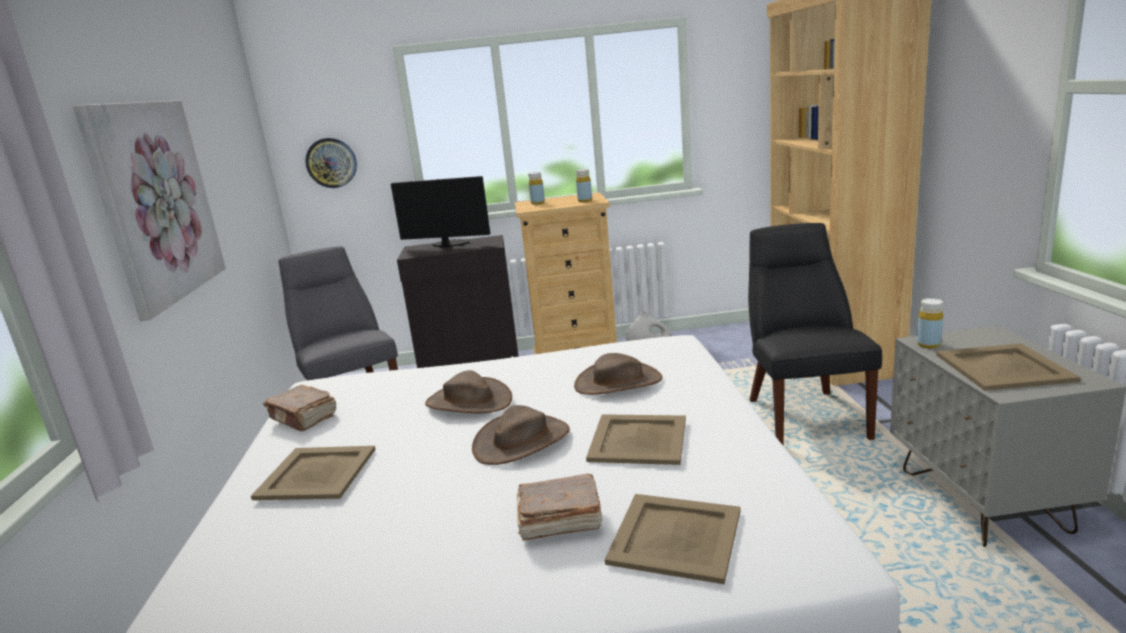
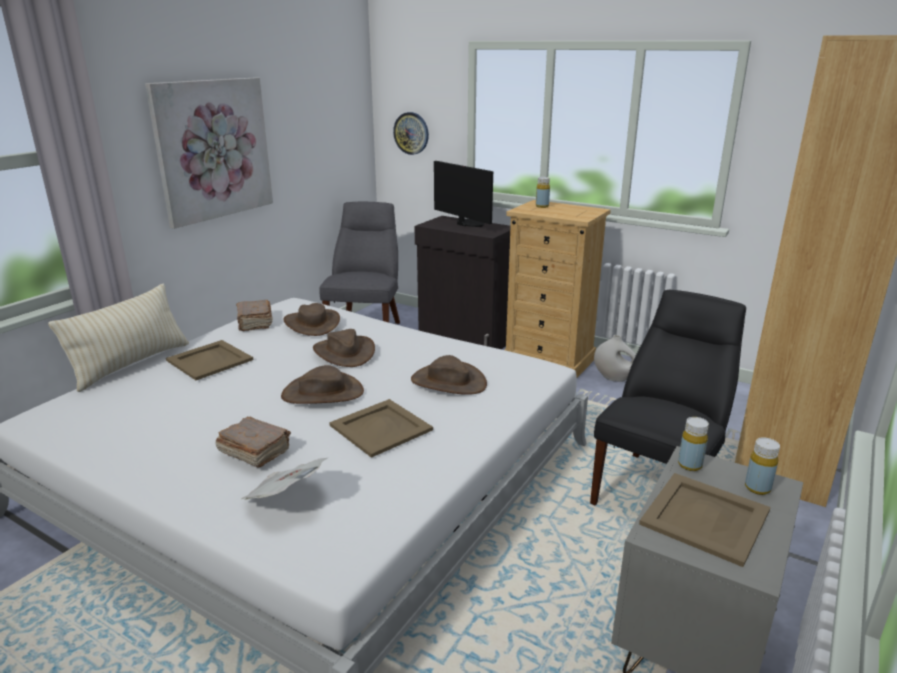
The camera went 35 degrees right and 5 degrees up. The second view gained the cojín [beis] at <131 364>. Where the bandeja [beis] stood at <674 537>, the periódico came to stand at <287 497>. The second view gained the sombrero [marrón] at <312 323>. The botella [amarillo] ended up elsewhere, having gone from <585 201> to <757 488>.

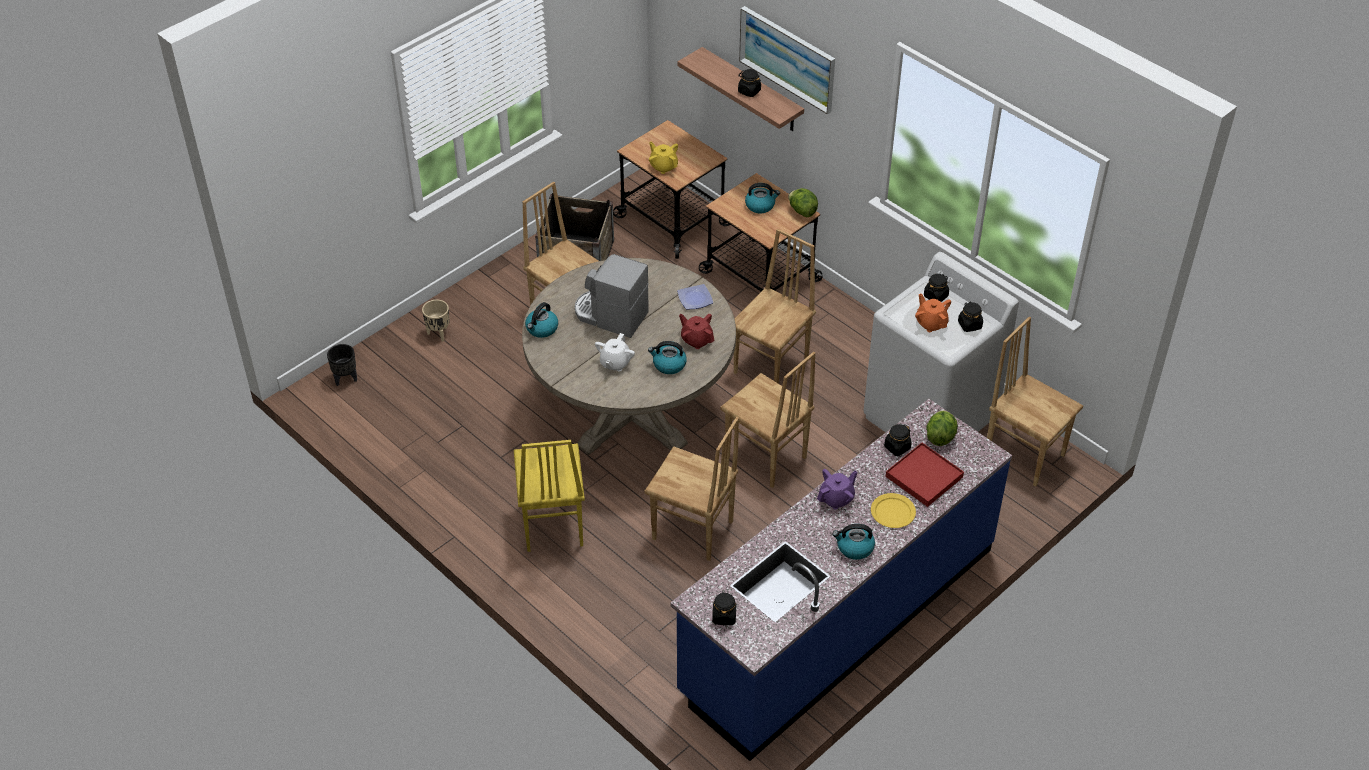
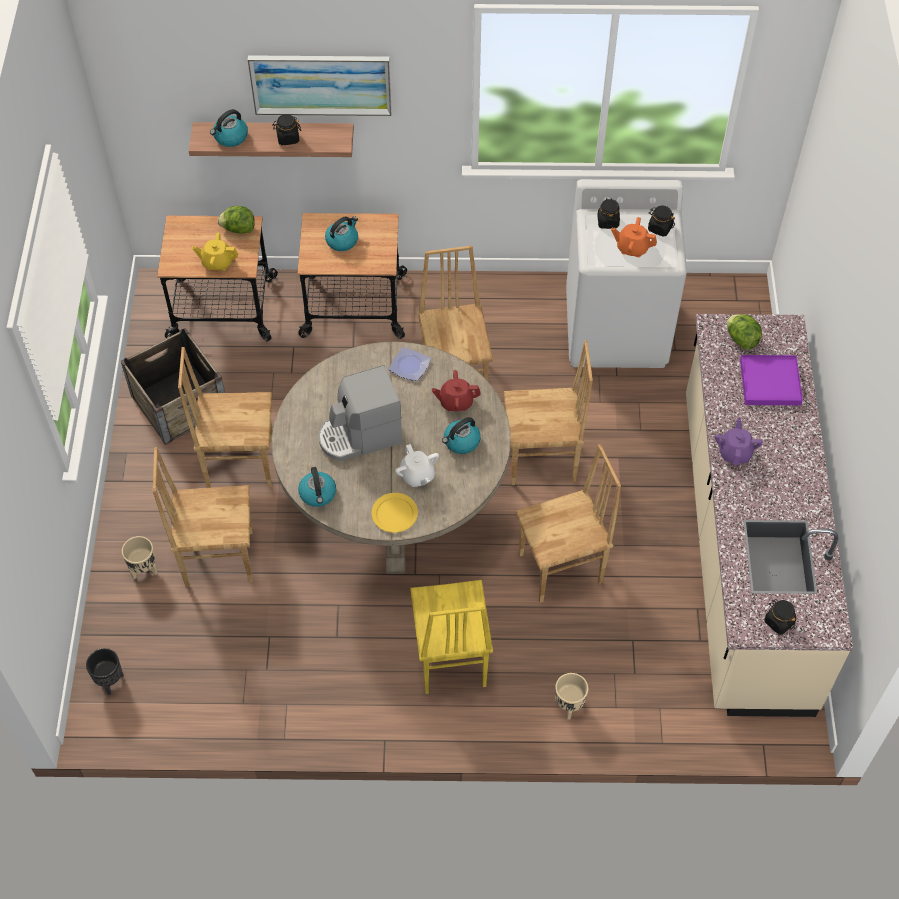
The camera went 45 degrees left and 10 degrees up. The silla [marrón] ended up elsewhere, having gone from <1024 454> to <218 557>. The hervidor ended up elsewhere, having gone from <854 548> to <230 137>. The lechuga ended up elsewhere, having gone from <802 211> to <238 229>. The plato [amarillo] ended up elsewhere, having gone from <892 512> to <394 514>. The silla [amarillo] at <551 525> ended up facing another way, 45 degrees clockwise from before. The second view gained the maceta [beis] at <568 705>. What was the mueble bajo de cocina [azul] at <837 620> turned into the mueble bajo de cocina [beis] at <742 549>. What was the bandeja [rojo] at <924 477> turned into the bandeja [morado] at <770 382>. The second view lost the tarro [negro] at <897 447>.

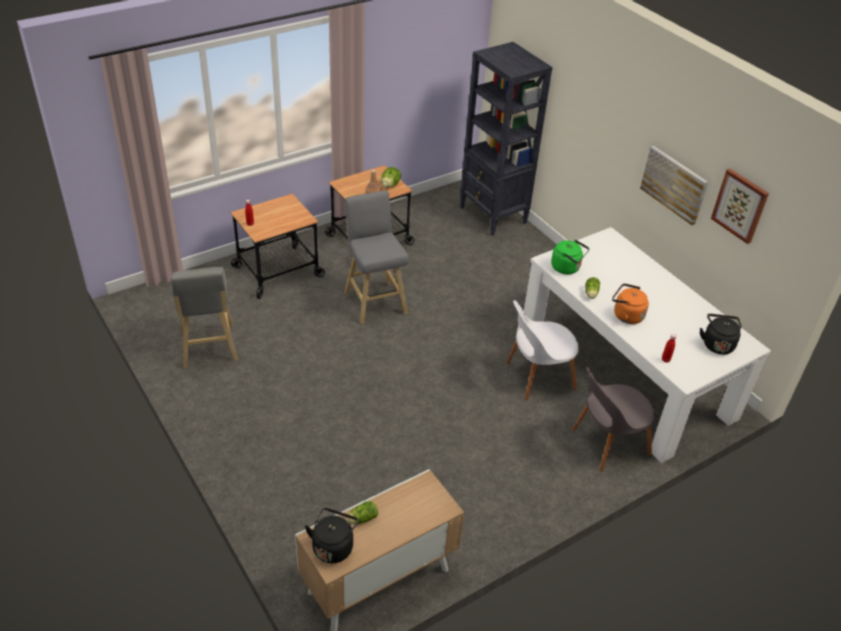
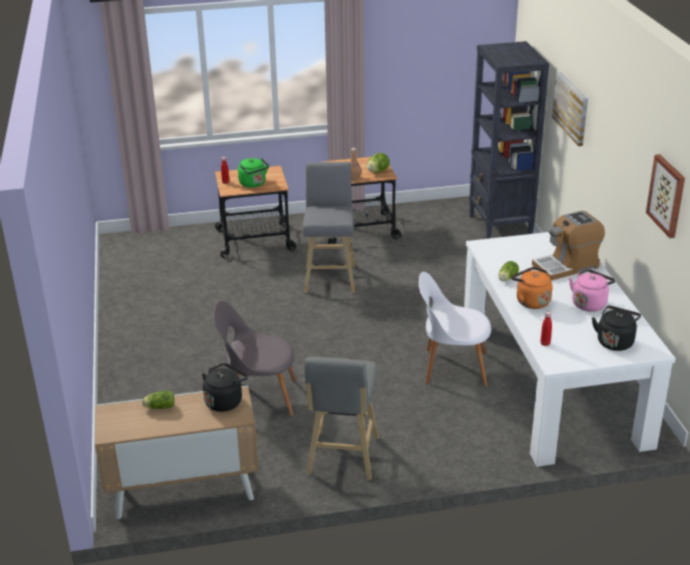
The camera went 25 degrees right and 10 degrees down. The hervidor [negro] ended up elsewhere, having gone from <333 546> to <225 401>. The silla [gris] ended up elsewhere, having gone from <607 443> to <259 397>. The hervidor [verde] ended up elsewhere, having gone from <567 268> to <253 184>. The taburete [gris] ended up elsewhere, having gone from <208 348> to <342 458>. The second view gained the cafetera at <566 266>. The cuadro ended up elsewhere, having gone from <674 184> to <571 108>. The second view gained the hervidor [rosa] at <589 303>.

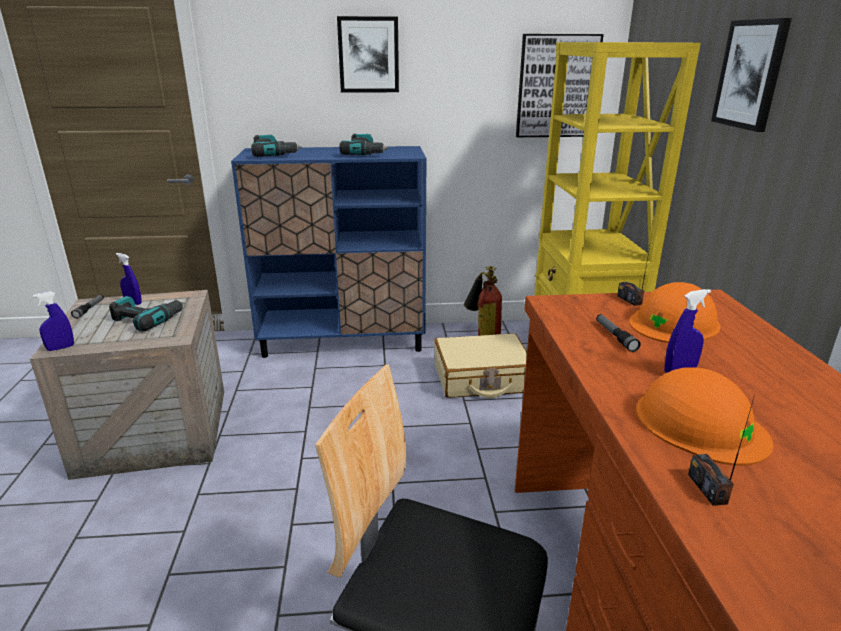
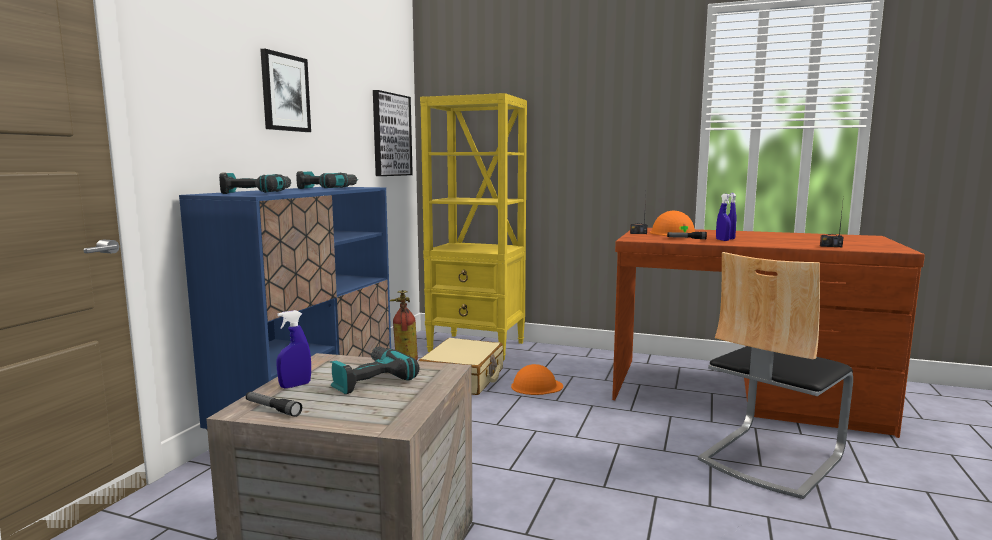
The camera went 65 degrees left and 15 degrees down. The casco [naranja] ended up elsewhere, having gone from <699 424> to <536 386>. The pulverizador [azul] ended up elsewhere, having gone from <61 348> to <722 240>. The second view lost the cuadro at <750 74>.

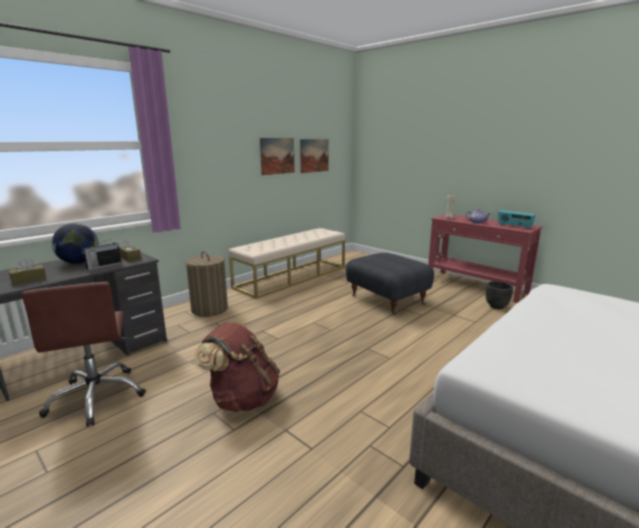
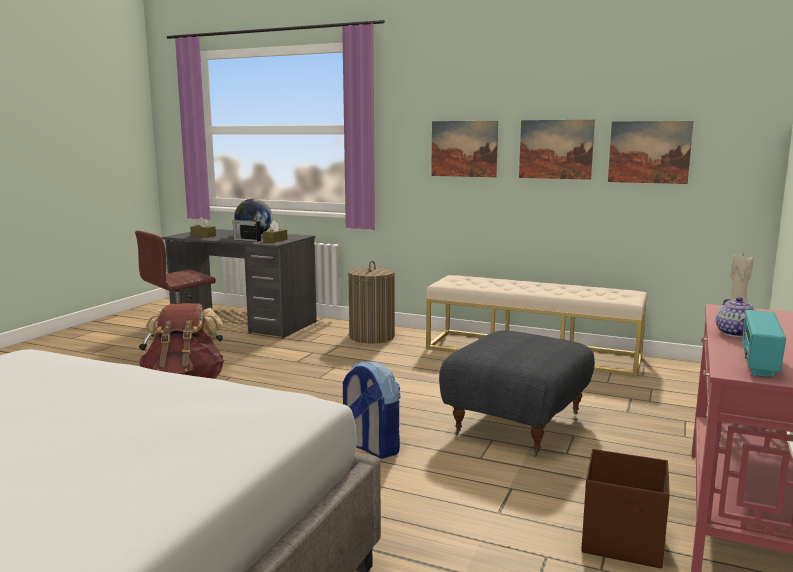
The camera went 70 degrees right and 5 degrees down. The second view gained the mochila at <369 447>. The second view gained the cuadro at <464 149>. Where the maceta [negro] stood at <496 306>, the caja de almacenaje [marrón] came to stand at <623 541>.

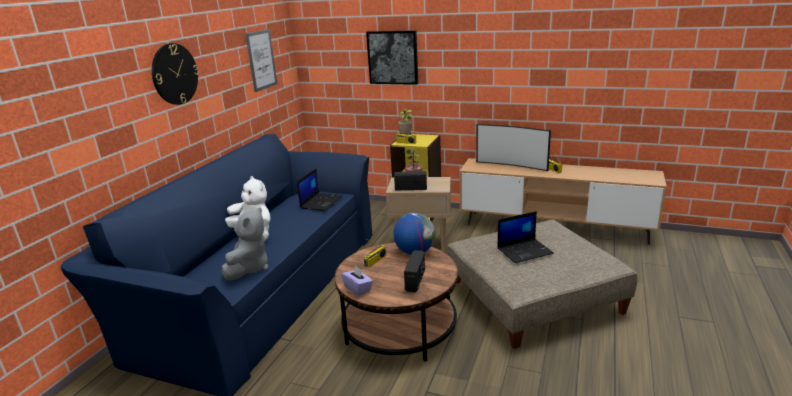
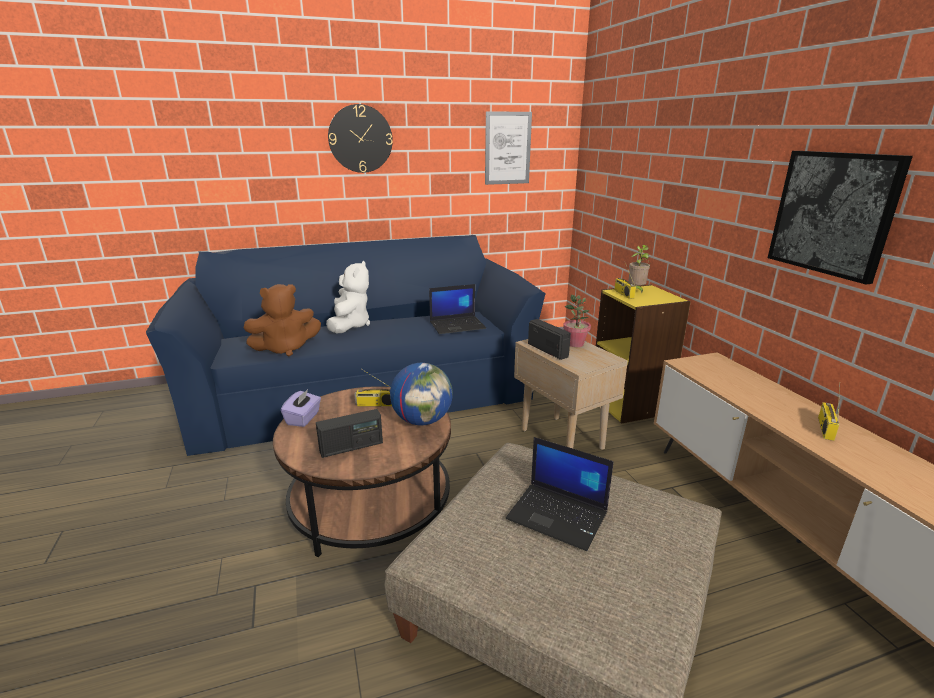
The camera went 50 degrees right and 0 degrees up. What was the peluche [gris] at <249 268> turned into the peluche [marrón] at <285 348>. The cuadro ended up elsewhere, having gone from <393 57> to <833 213>. The second view lost the televisor at <512 165>.

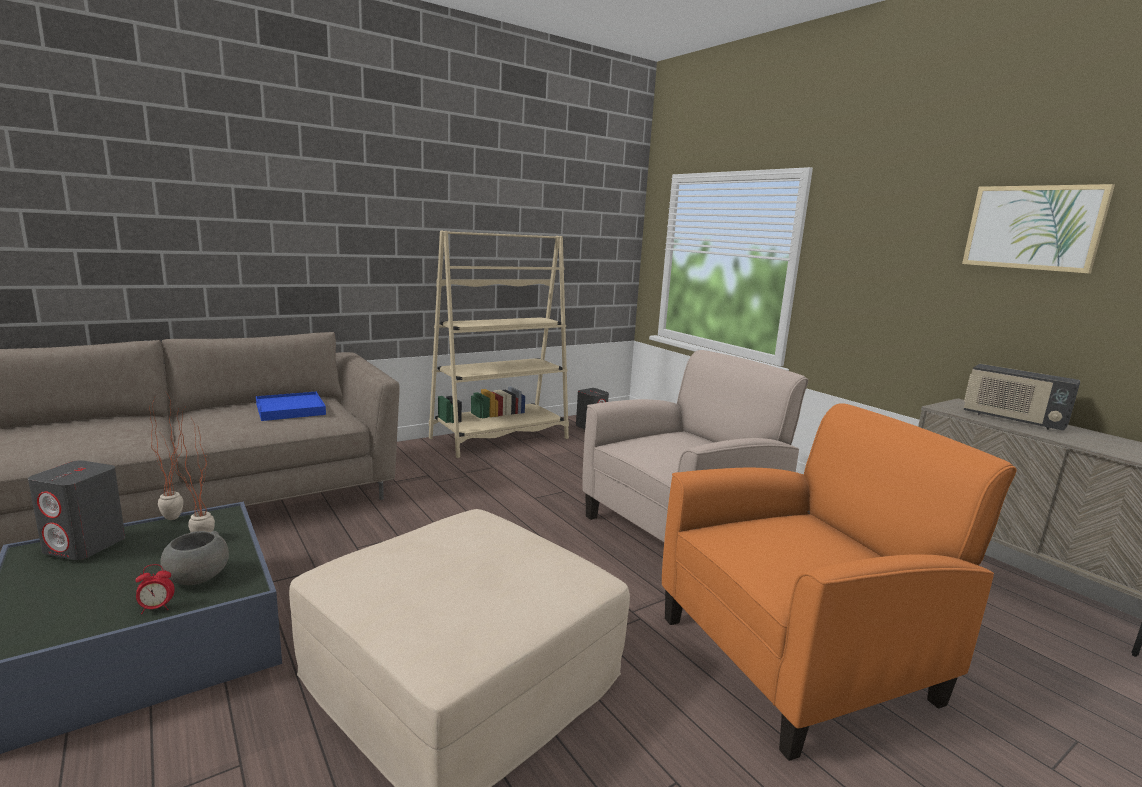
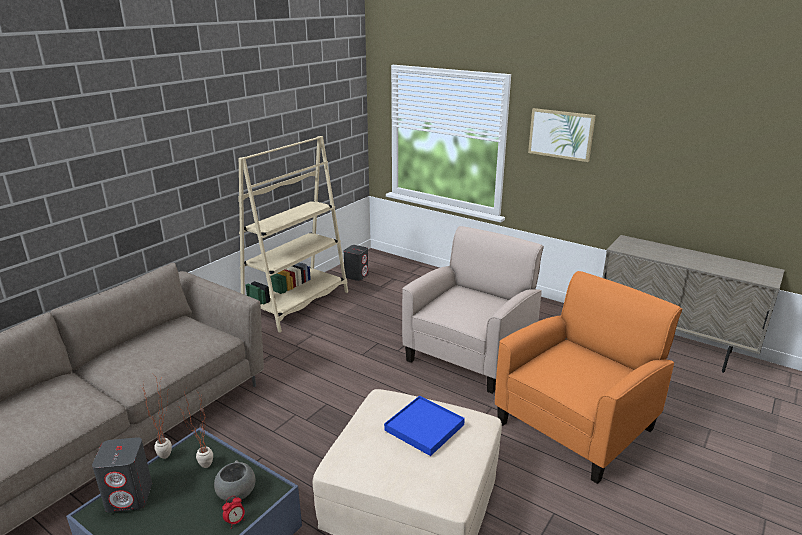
The camera went 20 degrees left and 10 degrees up. The bandeja [azul] ended up elsewhere, having gone from <290 409> to <424 428>. The cuadro ended up elsewhere, having gone from <1033 227> to <561 134>. The second view lost the radio at <1012 420>.

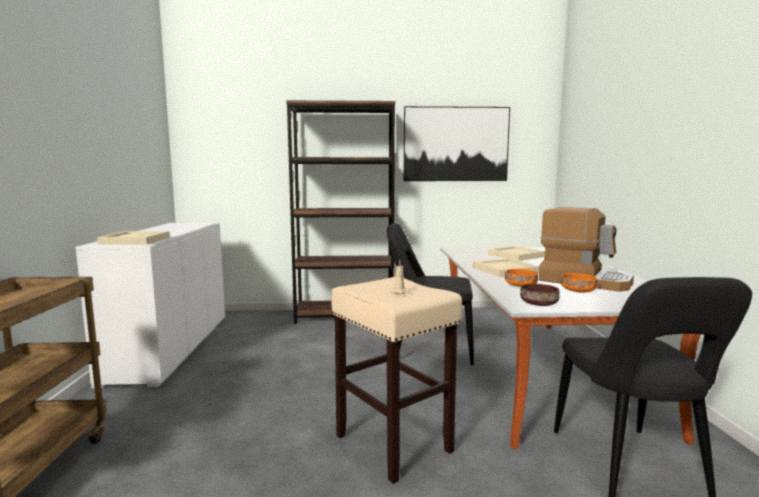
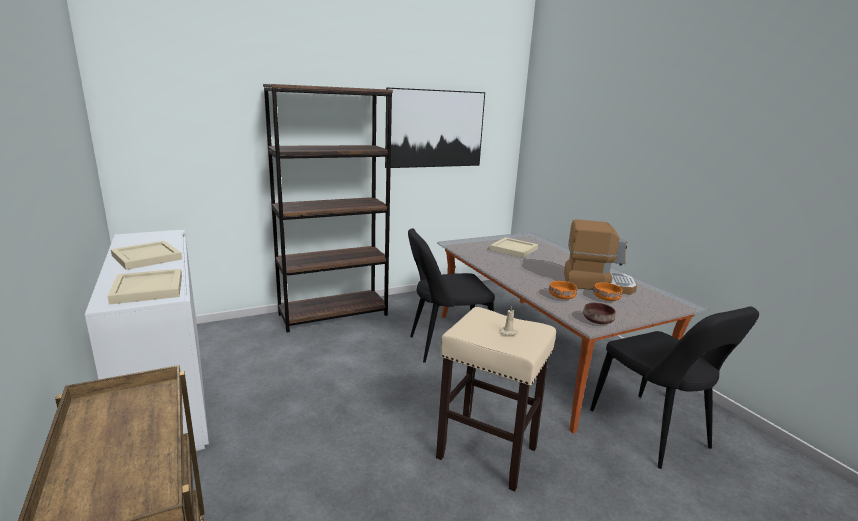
The camera went 25 degrees left and 10 degrees up. The bandeja [beis] ended up elsewhere, having gone from <505 270> to <147 257>.

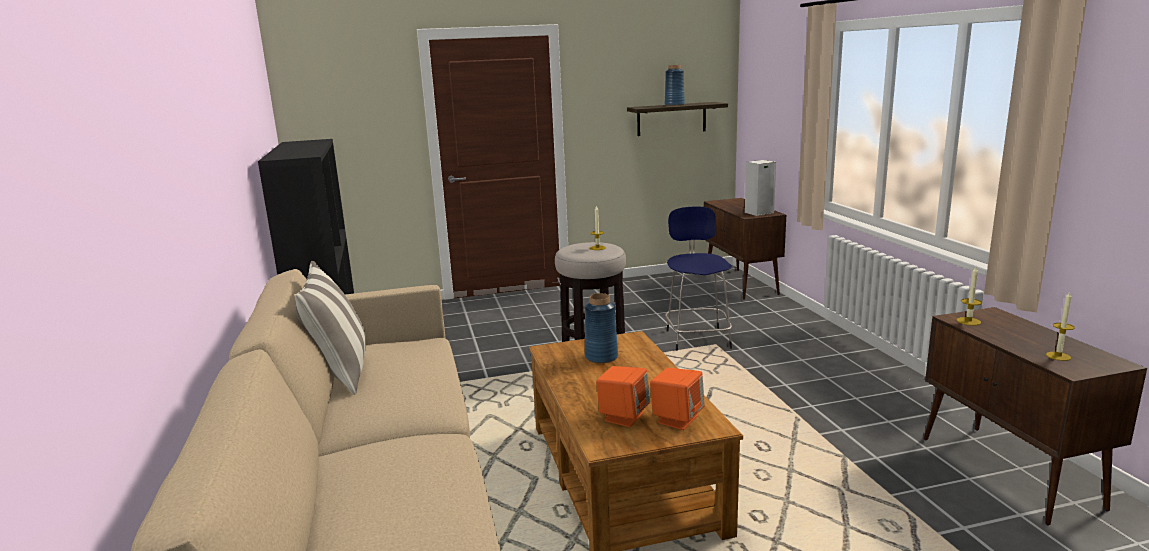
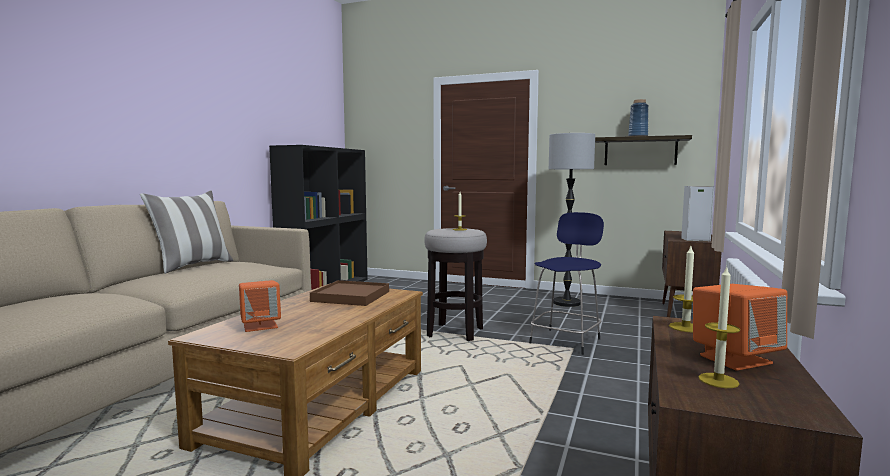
The camera went 35 degrees right and 10 degrees down. Where the florero [azul] stood at <601 357>, the bandeja [marrón] came to stand at <351 296>. The second view gained the lámpara de pie at <566 303>. The altavoz [naranja] ended up elsewhere, having gone from <677 419> to <734 359>.

